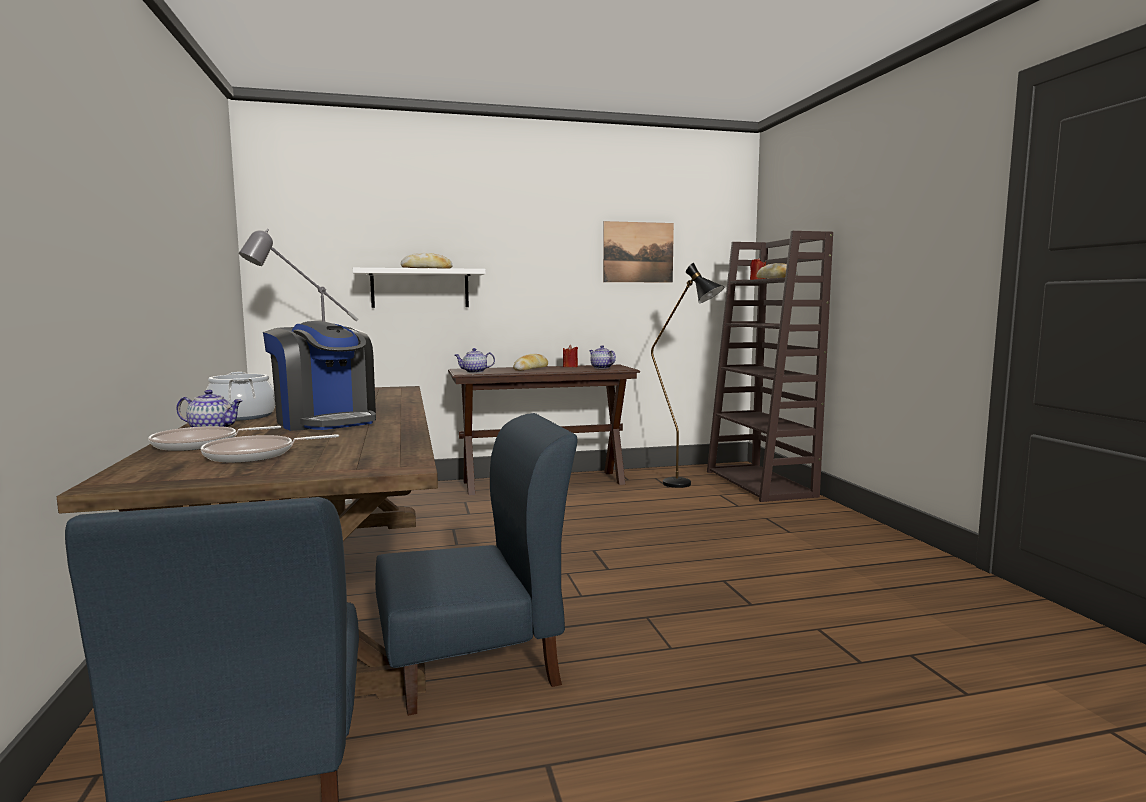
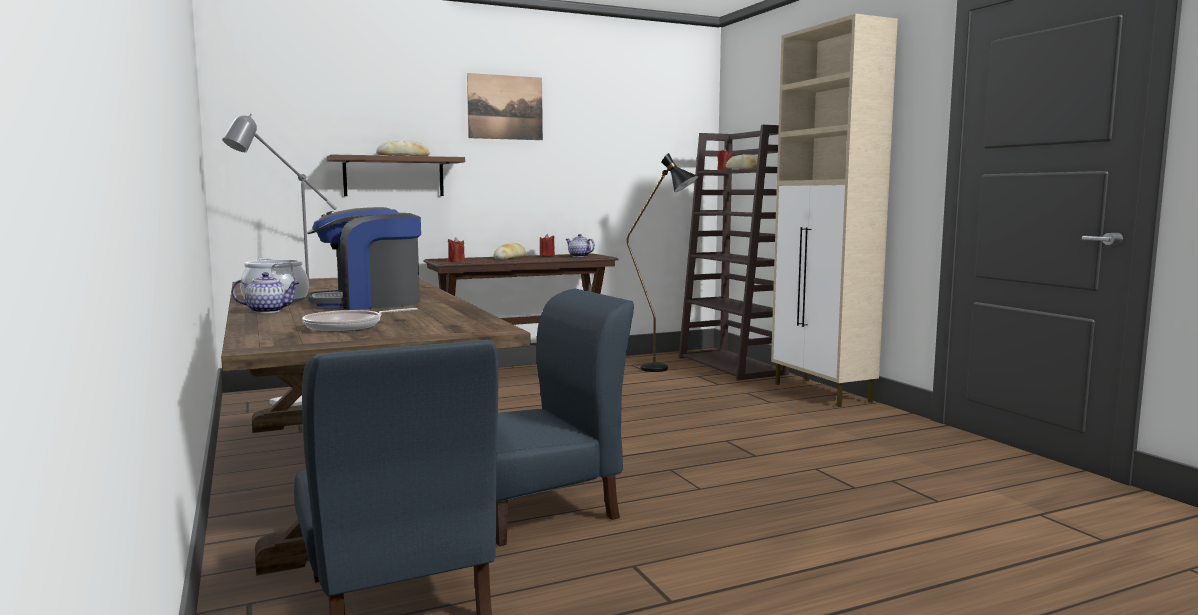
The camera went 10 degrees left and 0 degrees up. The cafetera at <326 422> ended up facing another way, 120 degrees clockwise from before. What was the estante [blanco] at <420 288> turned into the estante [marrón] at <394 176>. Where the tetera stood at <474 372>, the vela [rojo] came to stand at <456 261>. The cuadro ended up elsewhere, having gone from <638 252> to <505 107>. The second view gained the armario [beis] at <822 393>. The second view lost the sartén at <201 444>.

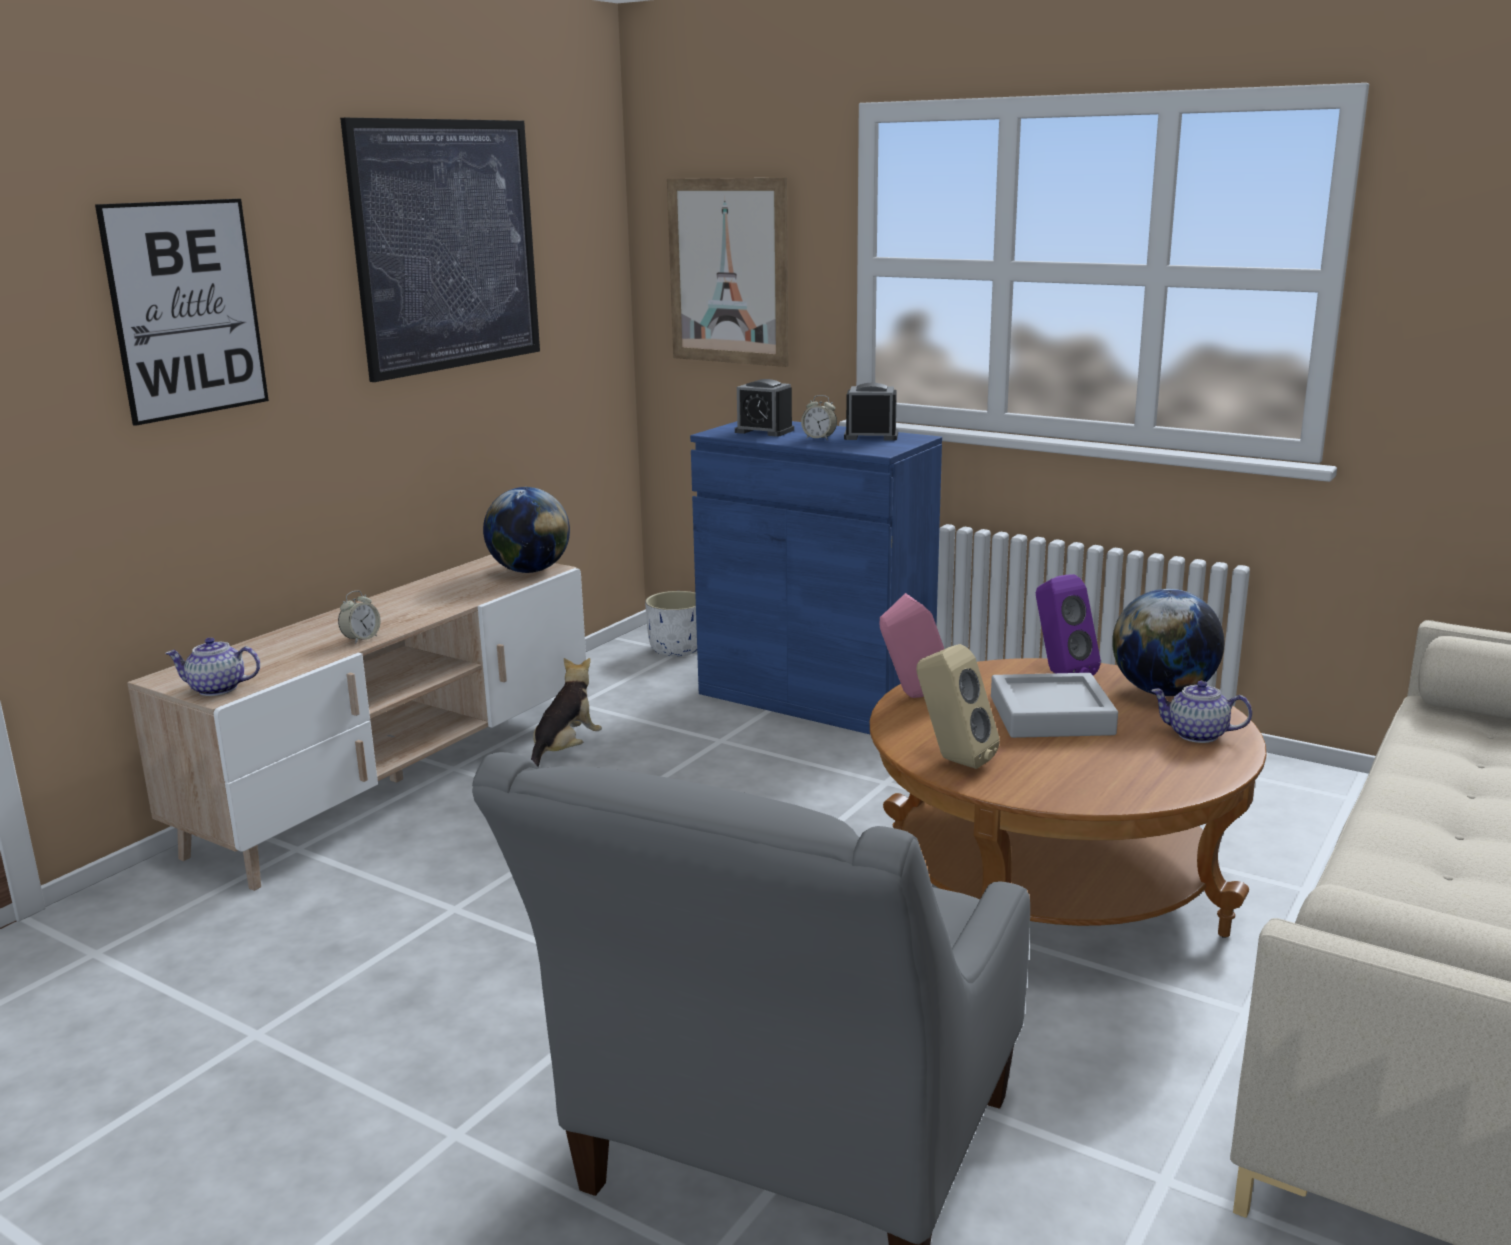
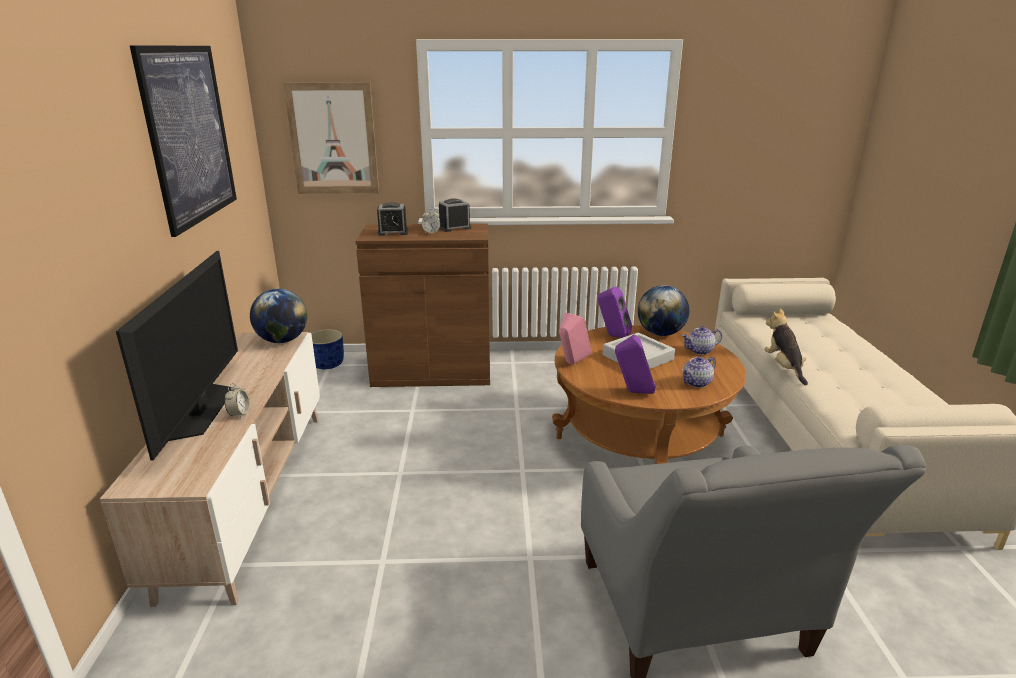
The camera went 35 degrees left and 5 degrees up. The second view gained the televisor at <200 410>. What was the maceta [blanco] at <678 650> turned into the maceta [azul] at <328 364>. What was the armario [azul] at <815 697> turned into the armario [marrón] at <432 372>. What was the altavoz [beis] at <952 760> turned into the altavoz [morado] at <633 392>. The tetera ended up elsewhere, having gone from <216 689> to <697 383>. The peluche ended up elsewhere, having gone from <565 750> to <783 367>. The second view lost the cuadro at <186 309>.

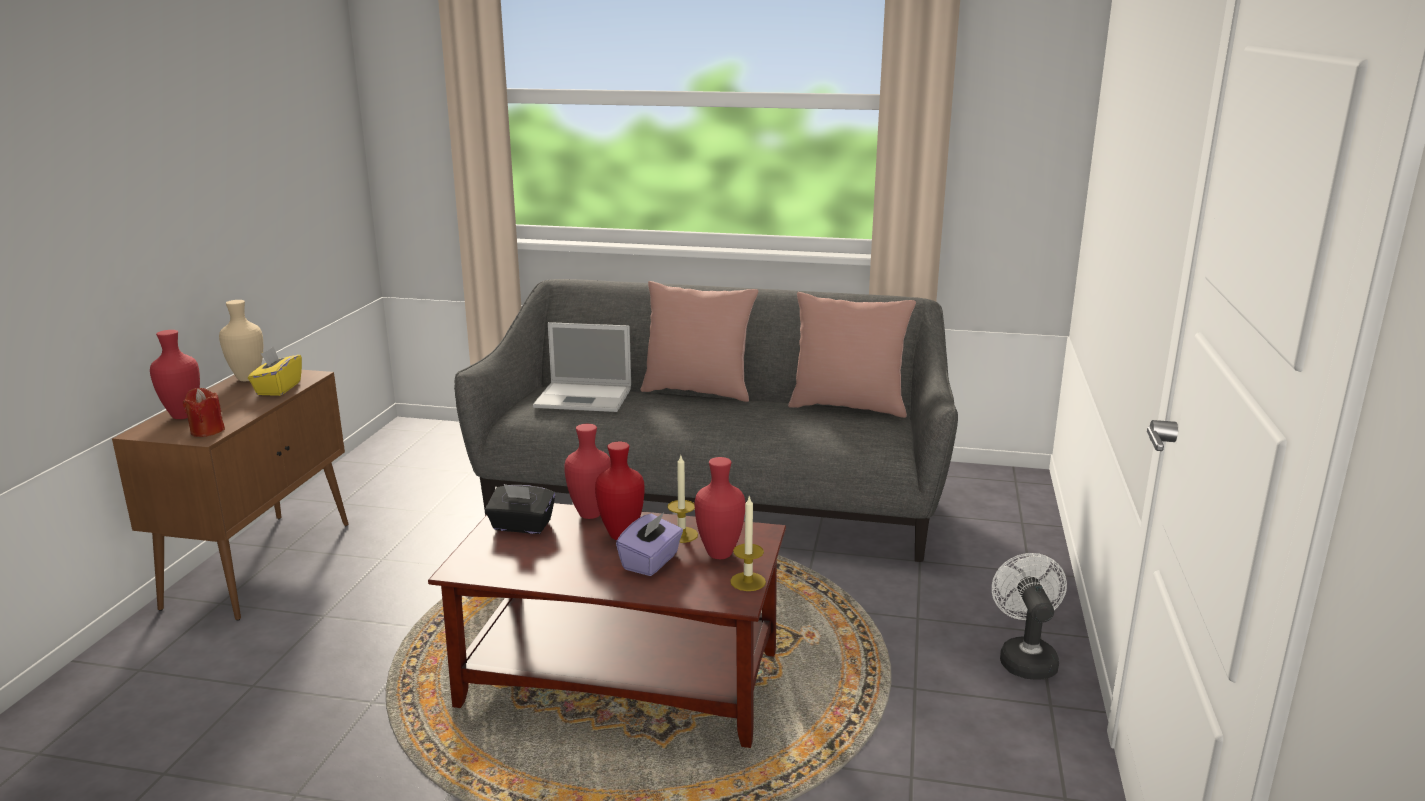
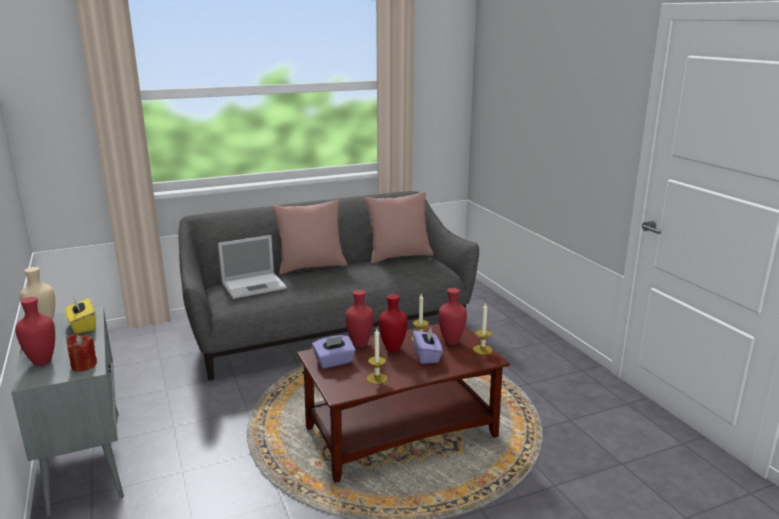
The camera went 35 degrees left and 0 degrees up. What was the armario [marrón] at <261 563> turned into the armario [gris] at <86 459>. What was the caja de pañuelos [negro] at <521 526> turned into the caja de pañuelos [morado] at <334 362>. The second view gained the vela at <377 378>. The second view lost the ventilador [blanco] at <1025 658>.

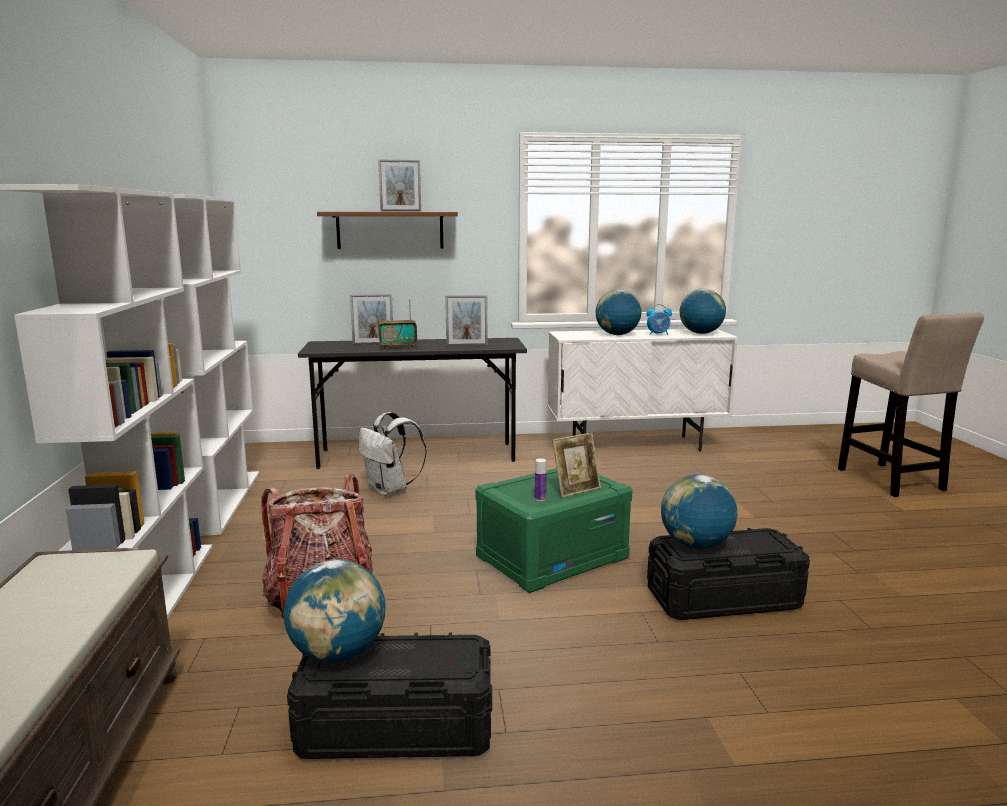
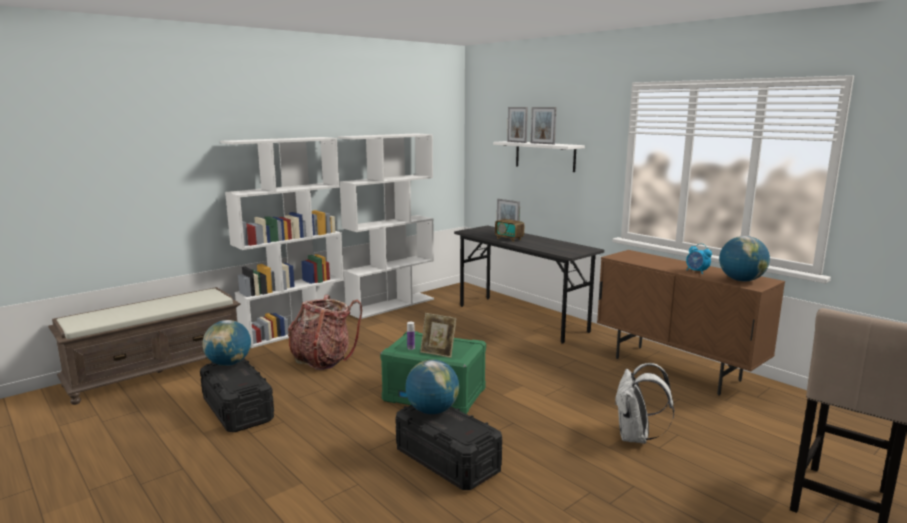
The camera went 55 degrees right and 0 degrees up. What was the estante [marrón] at <390 230> turned into the estante [blanco] at <545 156>. The portarretratos ended up elsewhere, having gone from <466 345> to <516 142>. What was the armario [blanco] at <636 445> turned into the armario [marrón] at <676 369>. The mochila [blanco] ended up elsewhere, having gone from <390 490> to <636 437>. The second view lost the globo terráqueo at <617 334>.

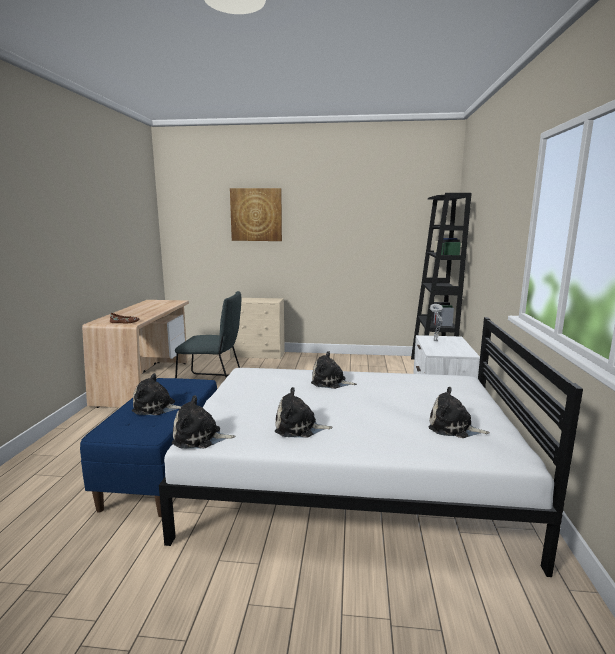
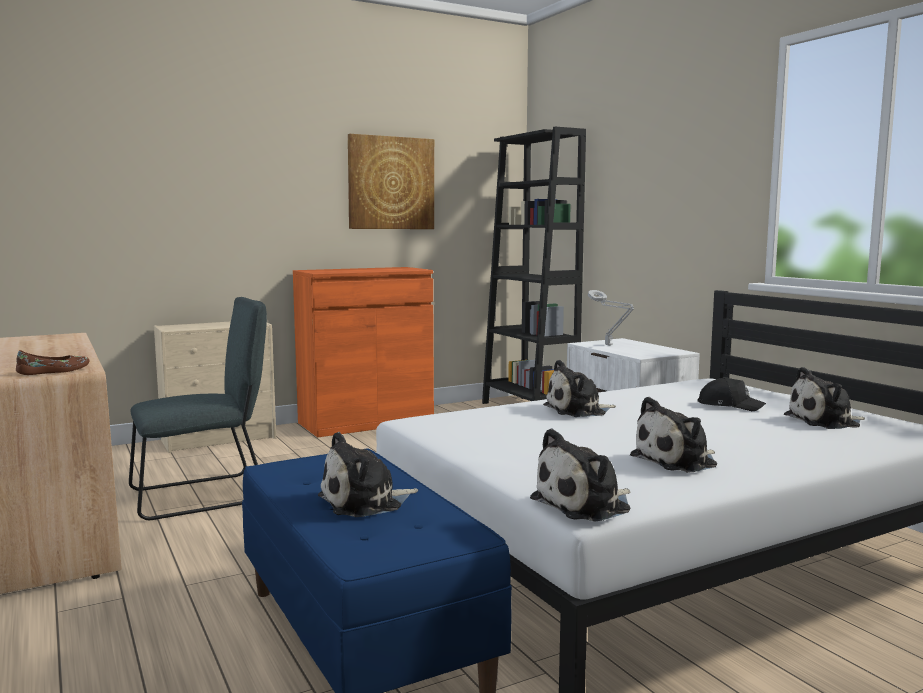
The camera went 35 degrees left and 5 degrees down. The second view gained the armario [naranja] at <366 422>. The cuadro ended up elsewhere, having gone from <256 215> to <391 183>. The second view gained the gorra [negro] at <729 405>.

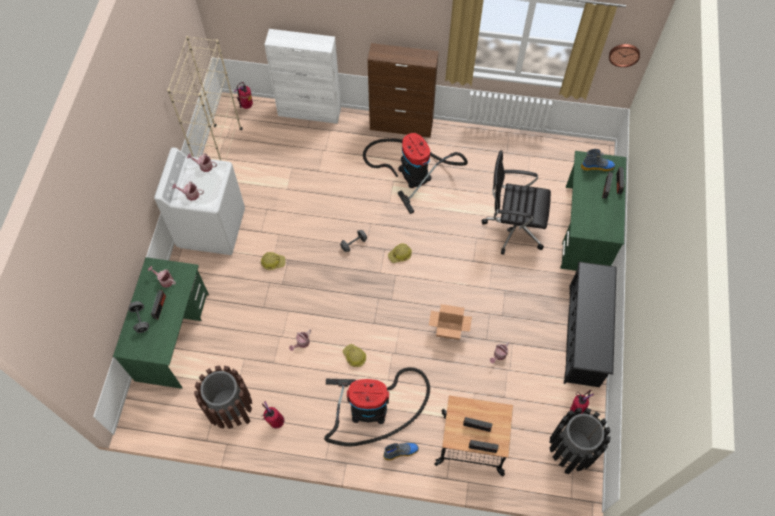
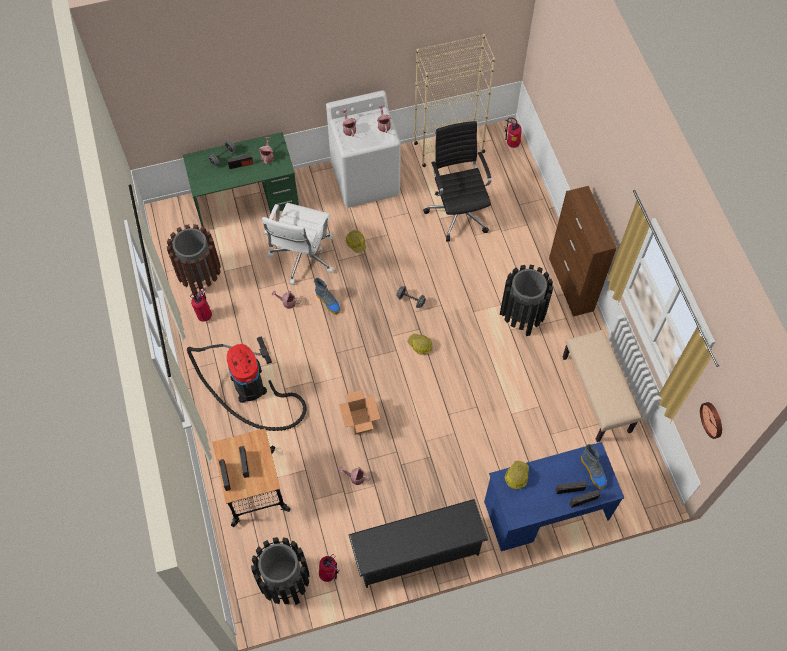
The camera went 65 degrees right and 0 degrees up. The second view gained the silla de oficina [blanco] at <302 257>. The bota ended up elsewhere, having gone from <401 452> to <328 302>. The silla de oficina [negro] ended up elsewhere, having gone from <513 227> to <458 211>. What was the escritorio [verde] at <584 229> turned into the escritorio [azul] at <545 510>. Where the aspiradora stood at <411 171>, the papelera [negro] came to stand at <521 316>. The casco ended up elsewhere, having gone from <354 357> to <516 476>. The second view gained the banco [beis] at <597 394>. The second view lost the armario [blanco] at <310 112>.

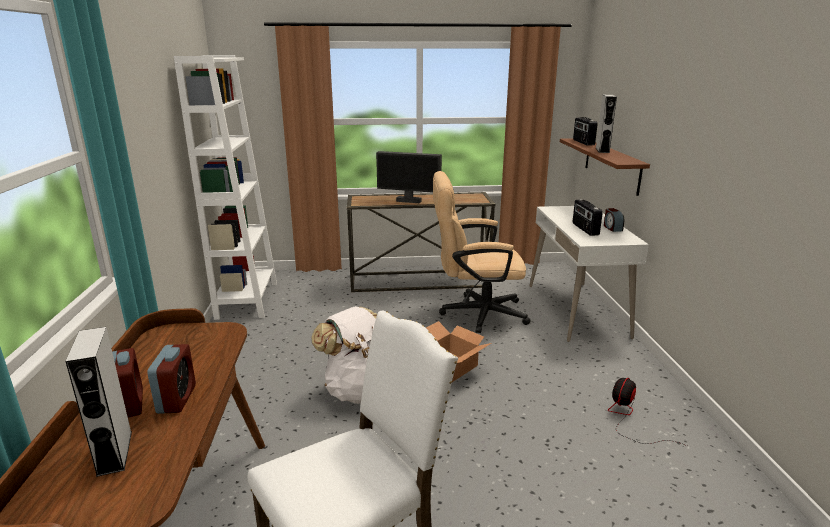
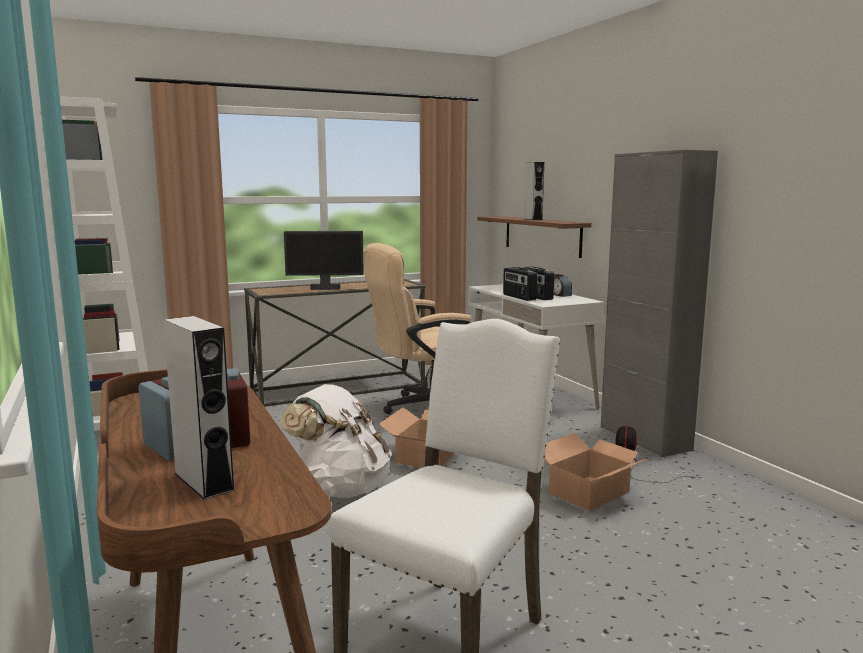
The camera went 20 degrees left and 10 degrees down. The radio ended up elsewhere, having gone from <583 142> to <518 297>. The second view gained the caja de cartón at <590 493>. The second view gained the armario [gris] at <644 438>.

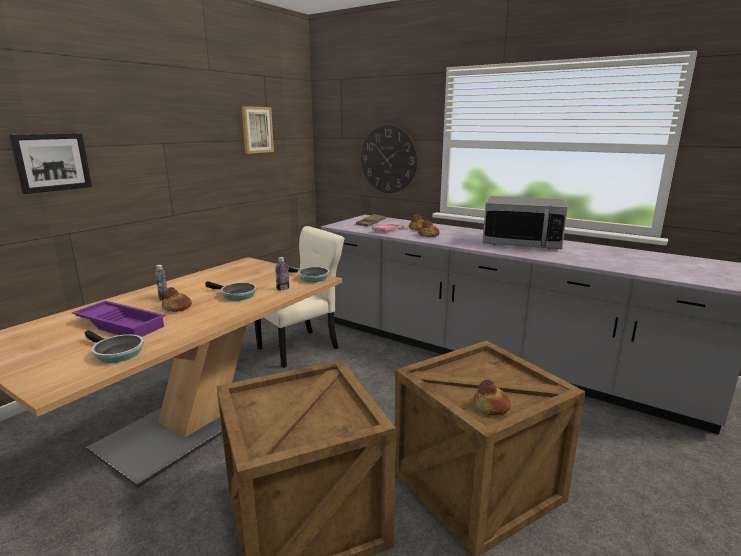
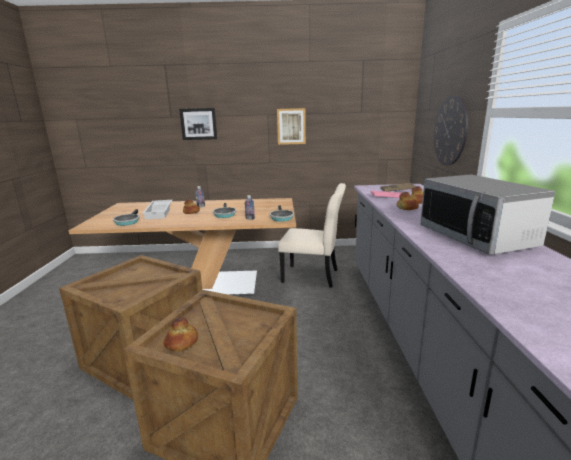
The camera went 55 degrees right and 0 degrees up. What was the bandeja [morado] at <122 324> turned into the bandeja [blanco] at <160 212>. The cuadro ended up elsewhere, having gone from <257 130> to <291 126>.

